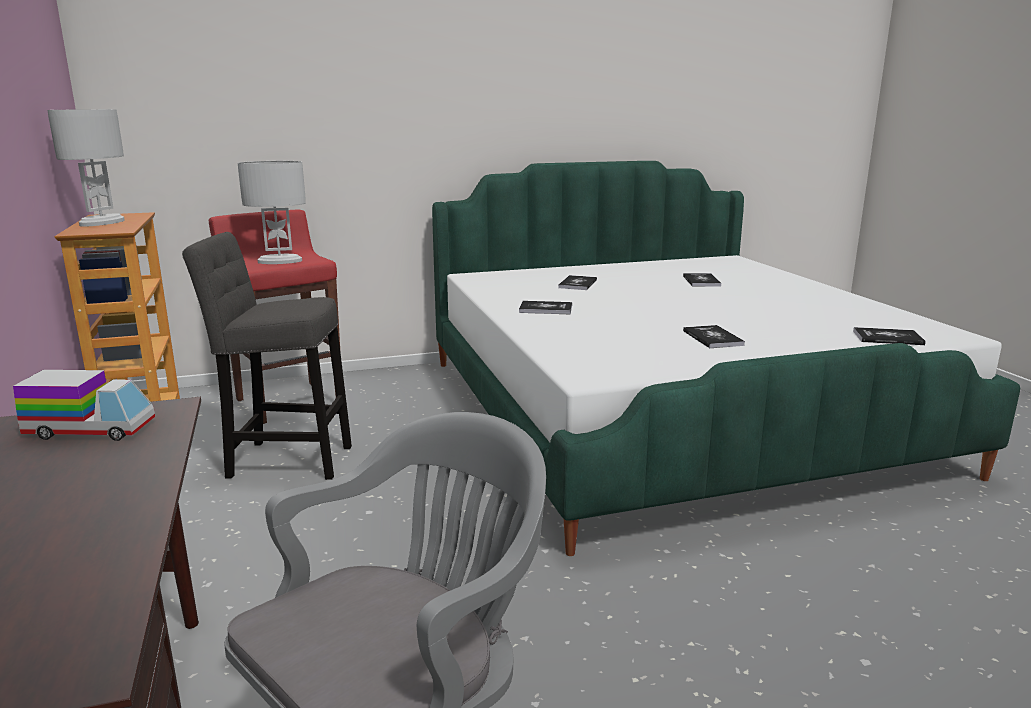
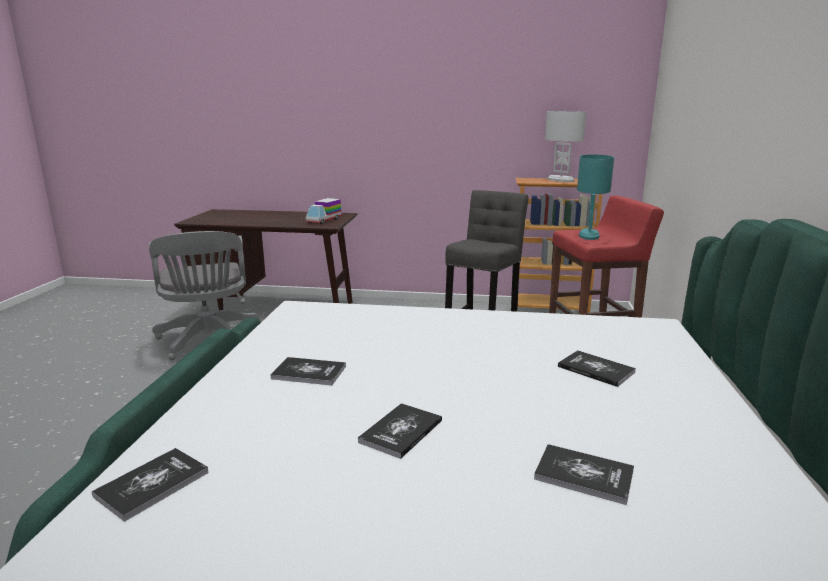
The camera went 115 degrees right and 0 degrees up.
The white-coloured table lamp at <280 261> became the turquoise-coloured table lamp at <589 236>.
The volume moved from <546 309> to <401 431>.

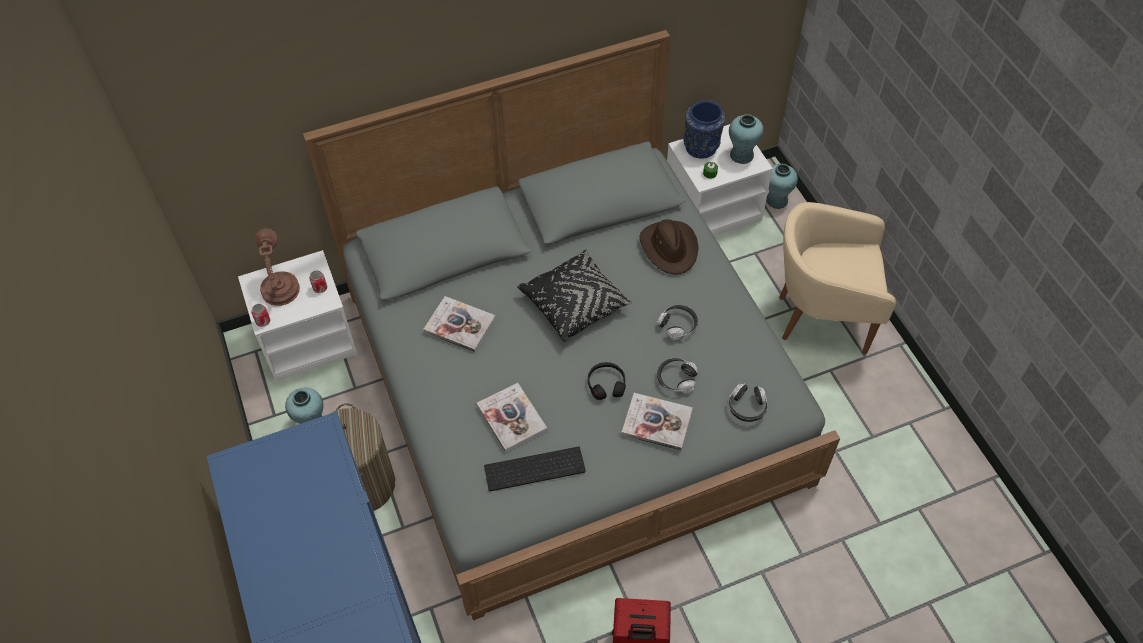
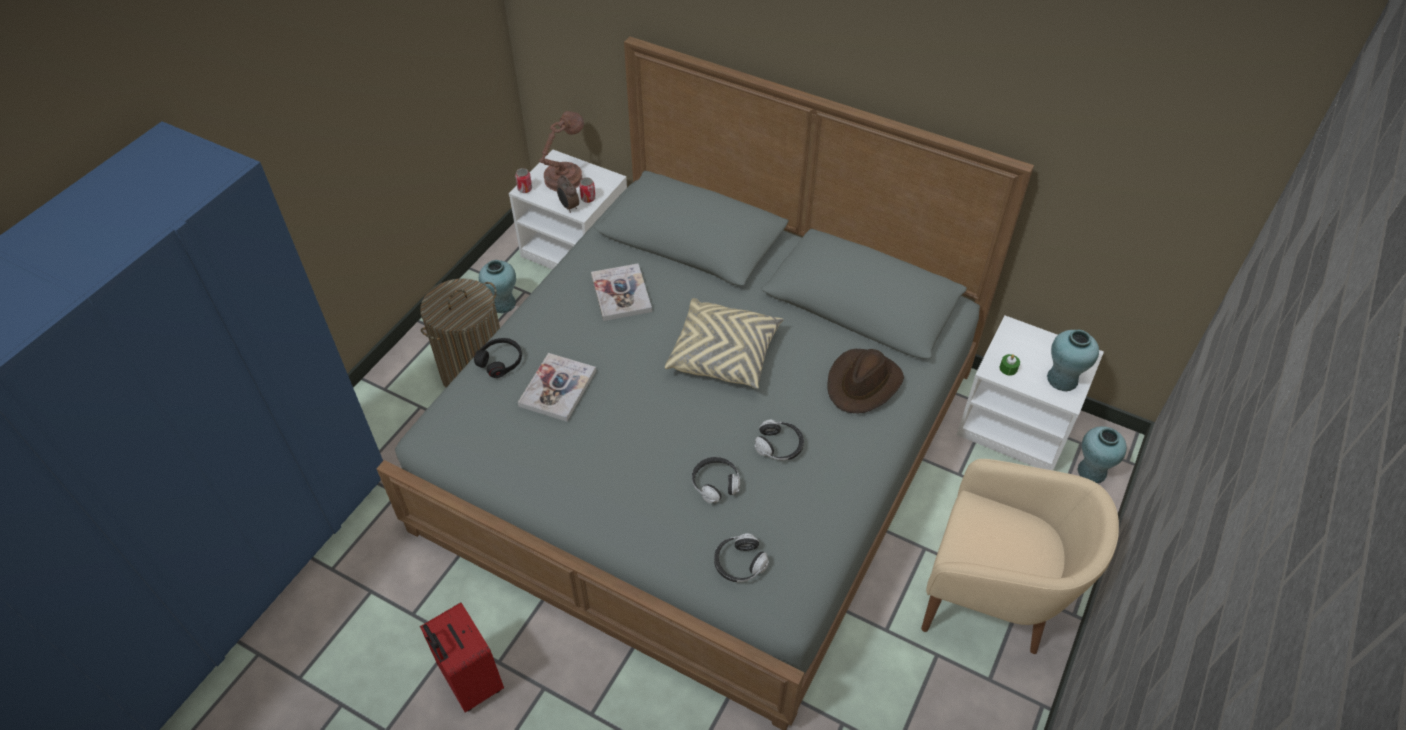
The camera went 50 degrees right and 5 degrees down.
The blue-coloured flower vase at <701 147> disappeared.
The sand-coloured armchair at <820 318> turned 150 degrees clockwise.
The blackish throw pillow at <574 303> became the sand-coloured throw pillow at <724 354>.
The blackish pair of headphones moved from <606 384> to <500 361>.
The volume at <657 422> disappeared.
The PC keyboard at <534 471> disappeared.
The table clock at <568 207> appeared.

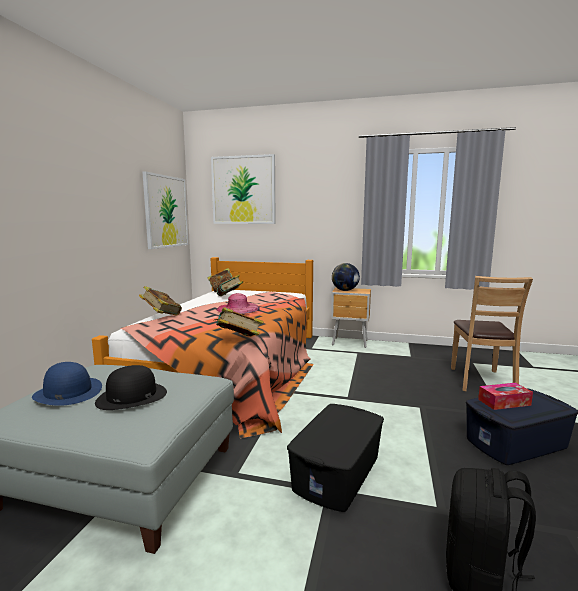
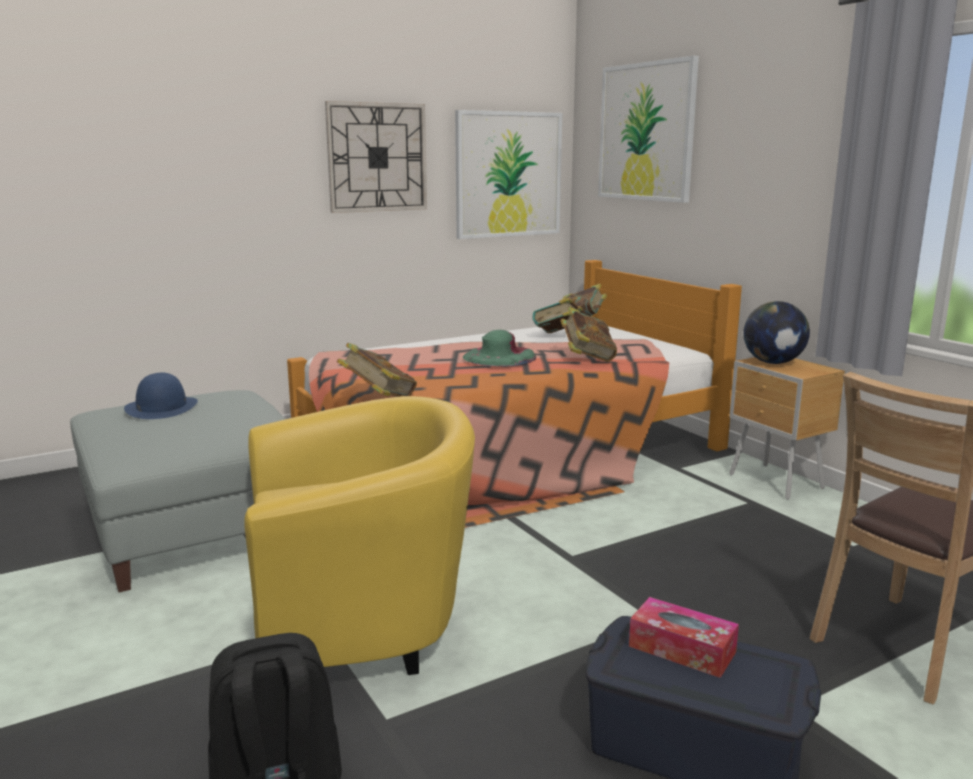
The camera went 45 degrees right and 5 degrees up.
The volume moved from <161 315> to <587 358>.
The pinkish clothing hat at <238 308> became the green clothing hat at <499 356>.
The blackish clothing hat at <131 396> disappeared.
The blackish storage container at <338 473> was replaced by the yellowish armchair at <363 625>.
The wall clock at <377 157> appeared.

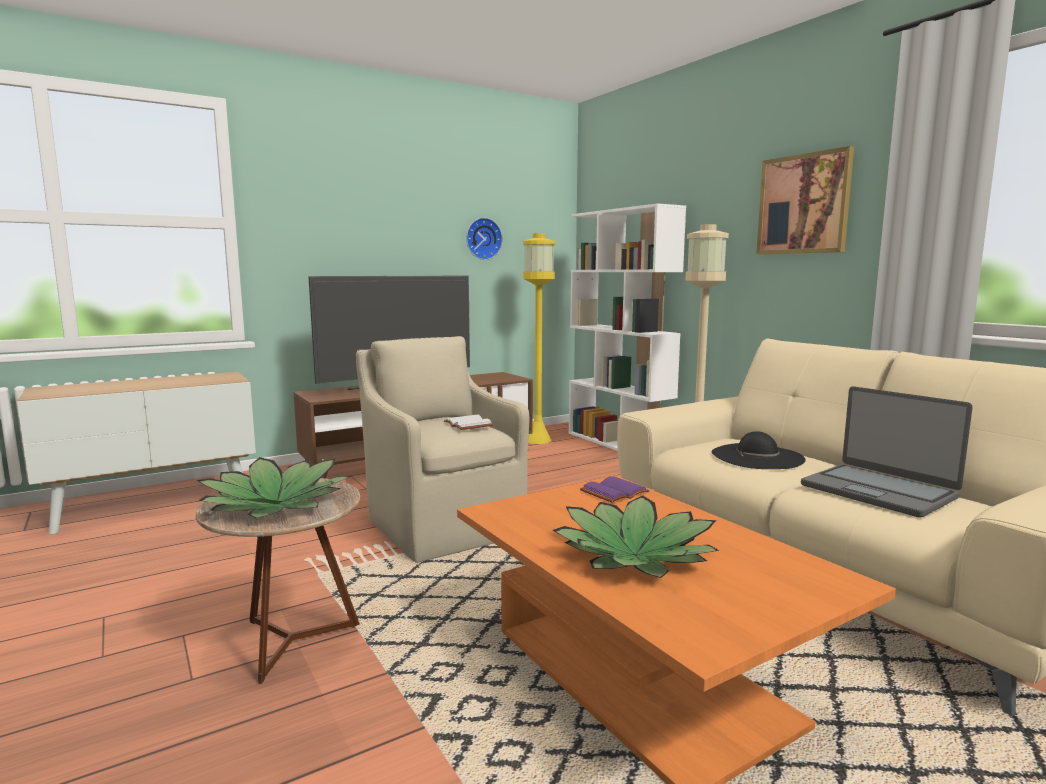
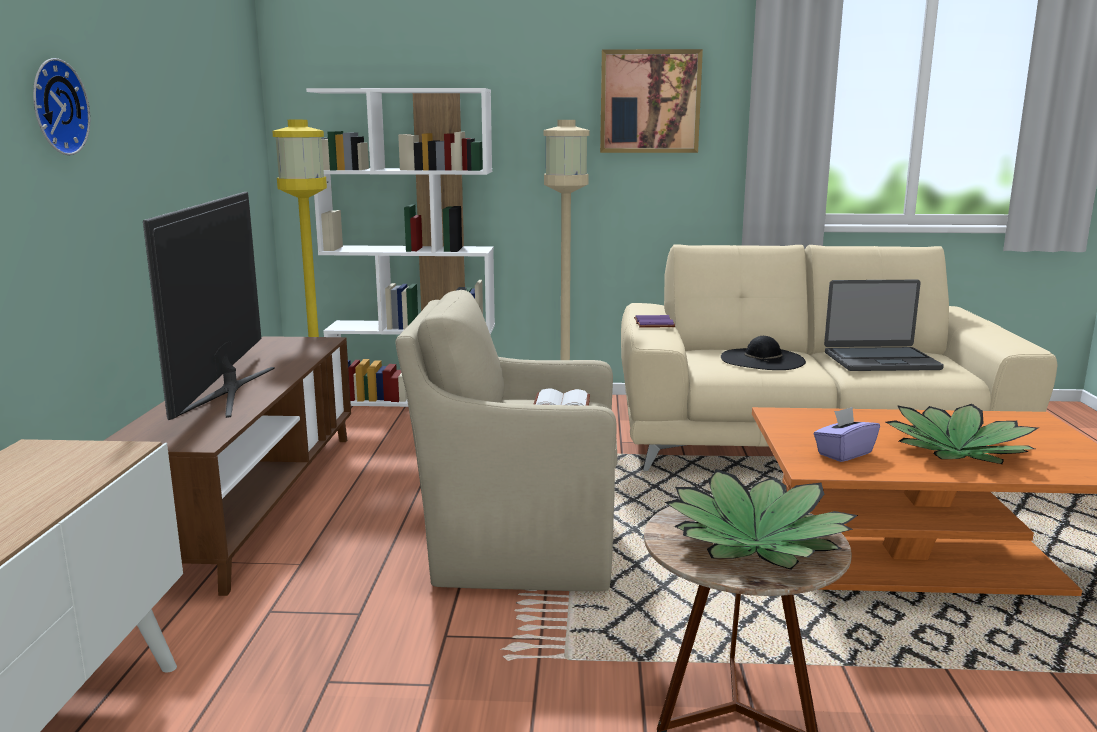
The camera went 55 degrees left and 5 degrees up.
The wall clock moved from <482 239> to <55 107>.
The purple-coloured volume moved from <615 493> to <655 324>.
The purple-coloured box of tissues at <844 453> appeared.

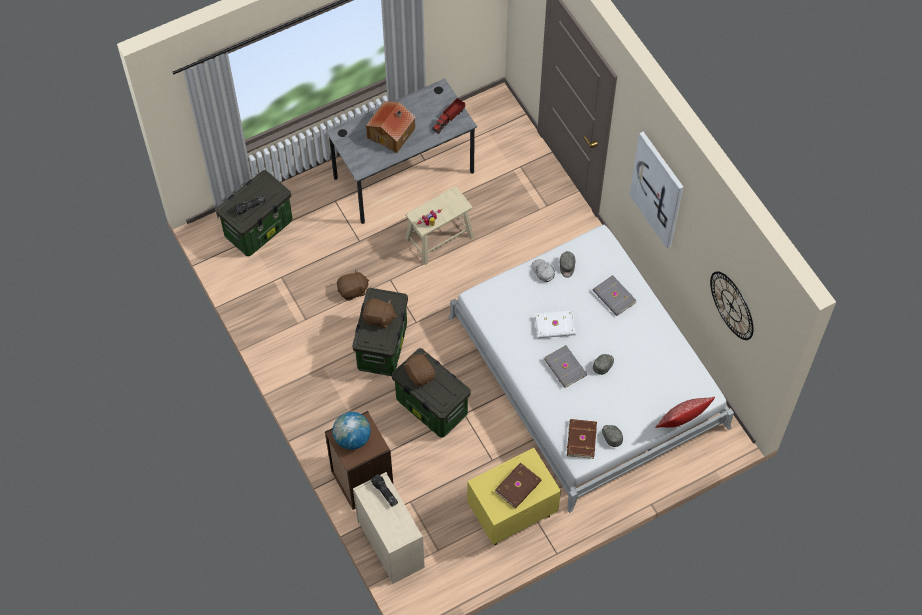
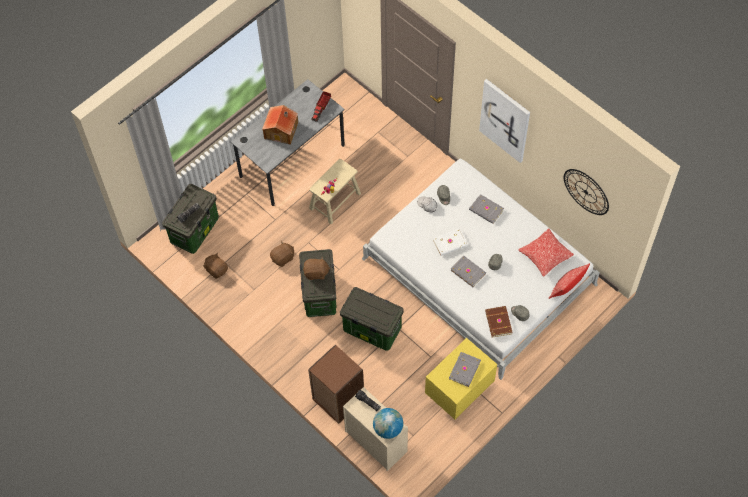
The camera went 15 degrees left and 0 degrees up.
The brown-coloured soft toy moved from <420 374> to <216 269>.
The globe moved from <352 438> to <388 428>.
The brown-coloured volume at <518 487> became the greyish volume at <465 370>.
The throw pillow at <545 255> appeared.

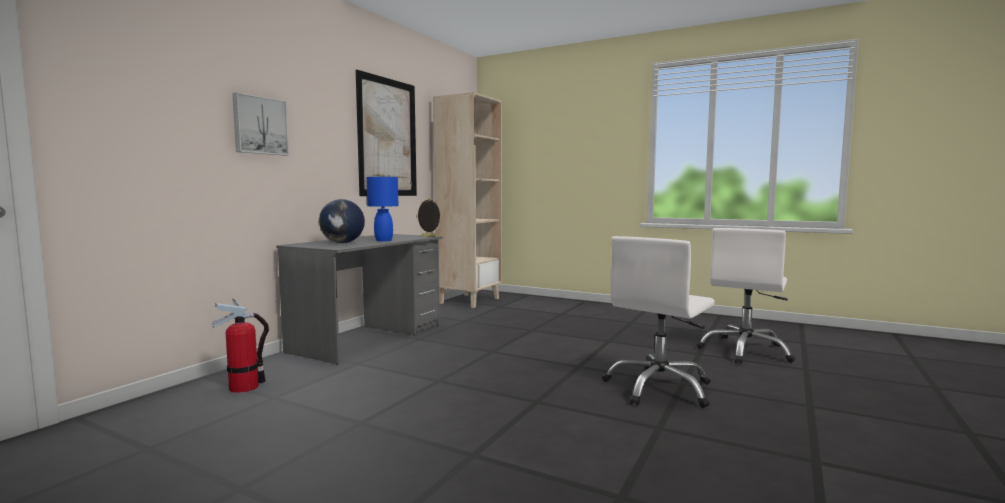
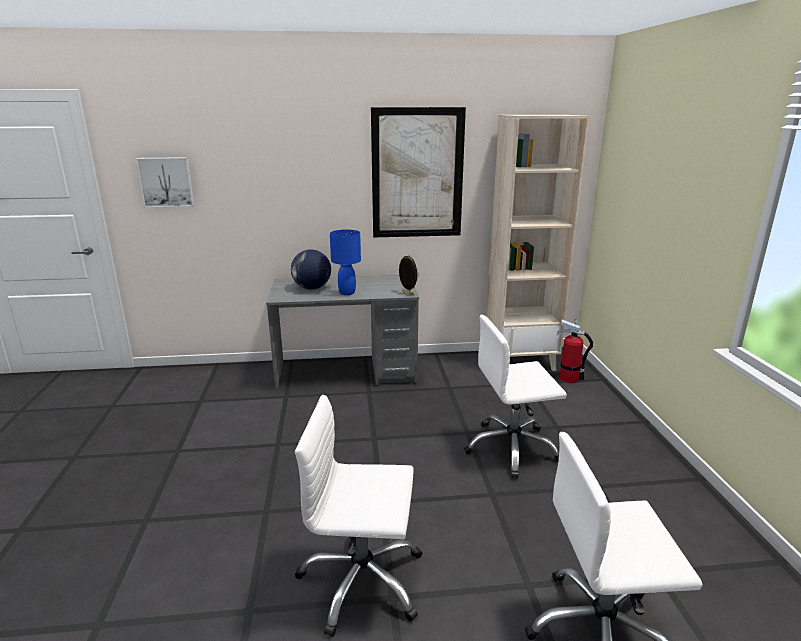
The camera went 55 degrees right and 15 degrees up.
The picture moved from <259 125> to <166 182>.
The extinguisher moved from <244 387> to <569 378>.
The white-coloured computer chair at <512 448> appeared.

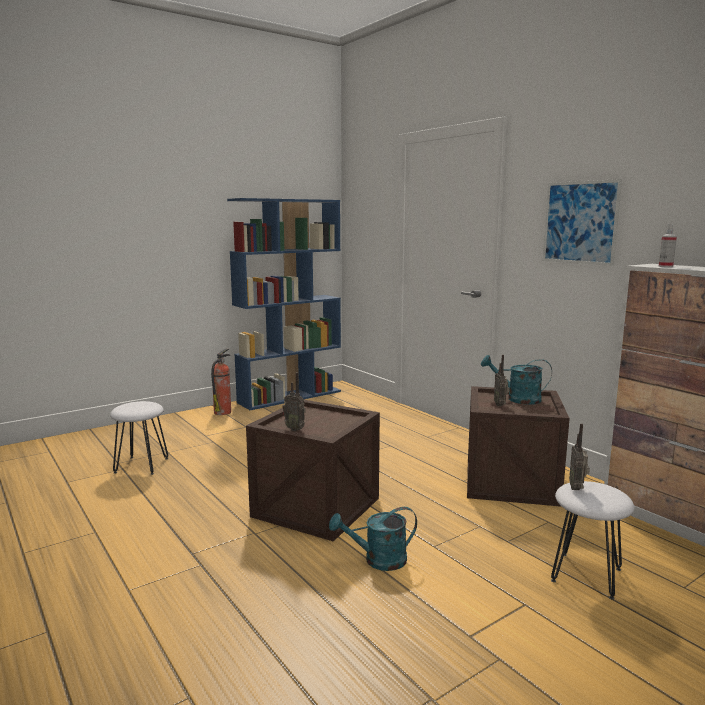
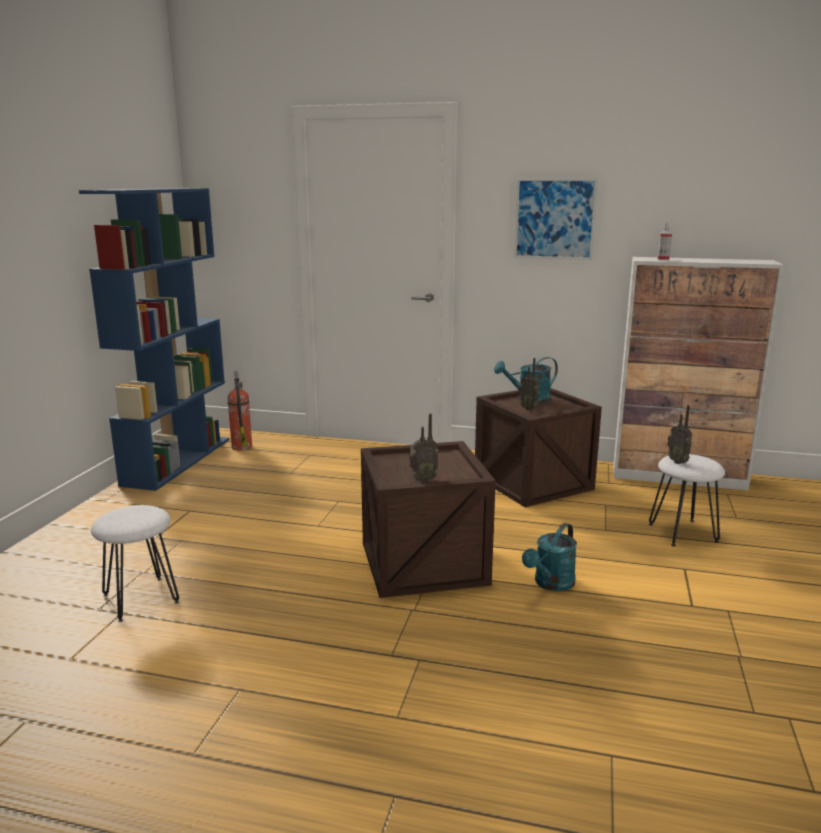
The camera went 40 degrees left and 5 degrees up.
The extinguisher moved from <223 412> to <241 446>.

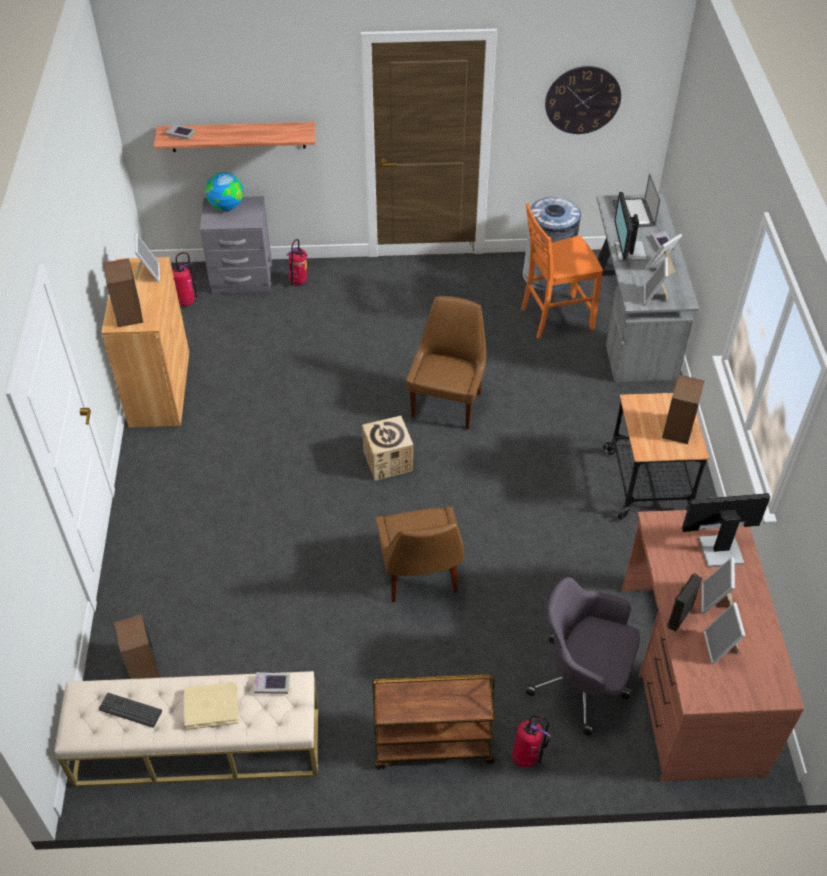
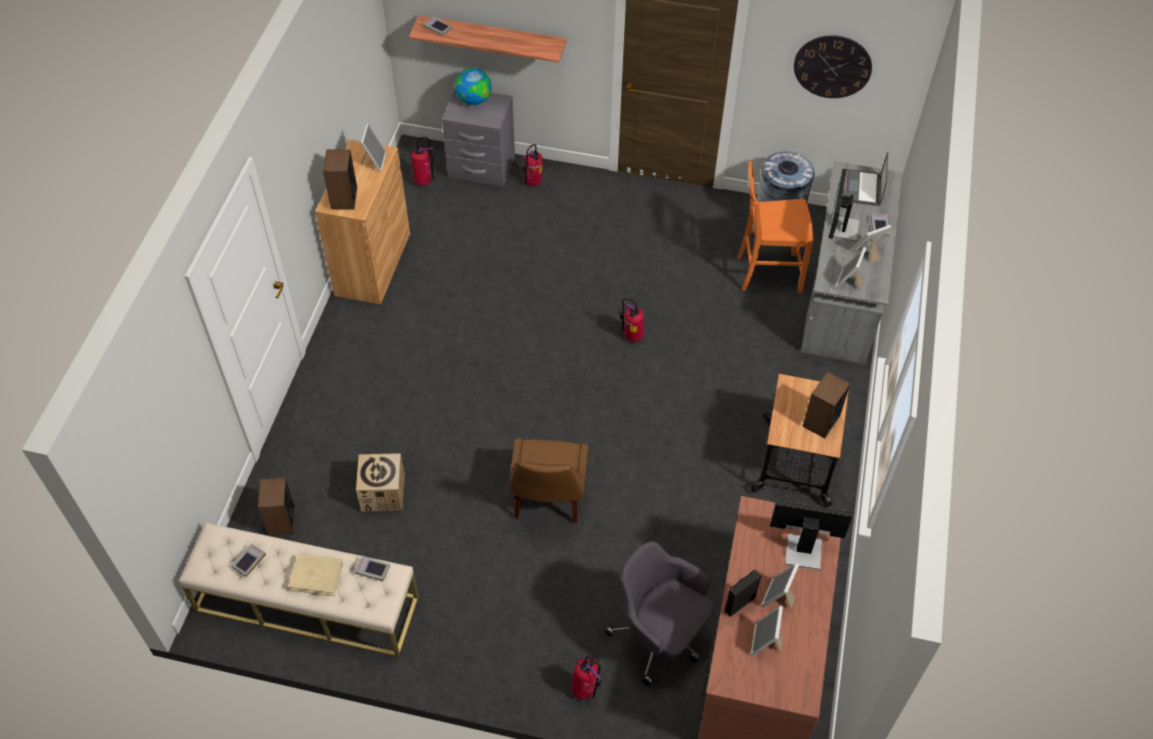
The camera went 15 degrees right and 5 degrees up.
The brown-coloured plain chair at <447 402> was replaced by the extinguisher at <632 337>.
The carton moved from <388 461> to <383 493>.
The brown-coloured cart at <432 745> disappeared.
The PC keyboard at <130 710> was replaced by the volume at <249 561>.

